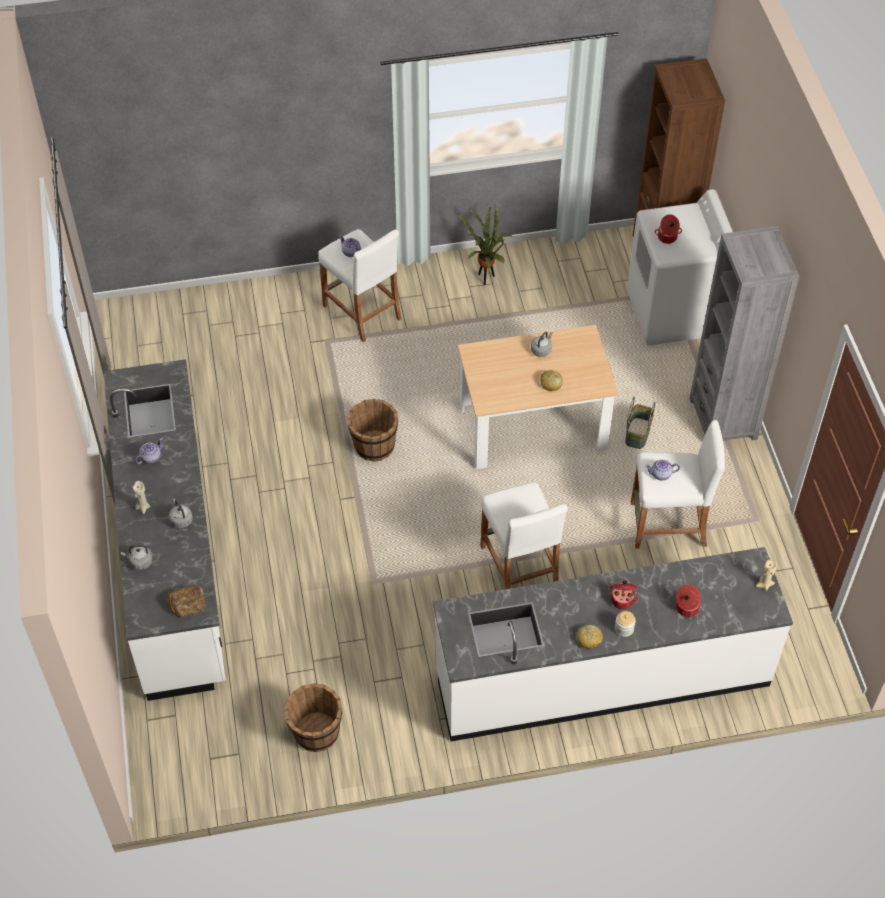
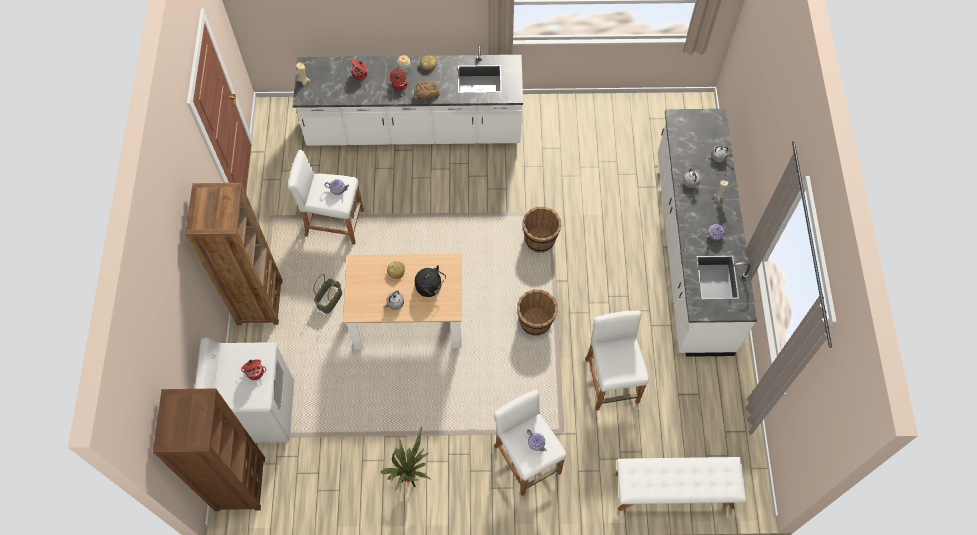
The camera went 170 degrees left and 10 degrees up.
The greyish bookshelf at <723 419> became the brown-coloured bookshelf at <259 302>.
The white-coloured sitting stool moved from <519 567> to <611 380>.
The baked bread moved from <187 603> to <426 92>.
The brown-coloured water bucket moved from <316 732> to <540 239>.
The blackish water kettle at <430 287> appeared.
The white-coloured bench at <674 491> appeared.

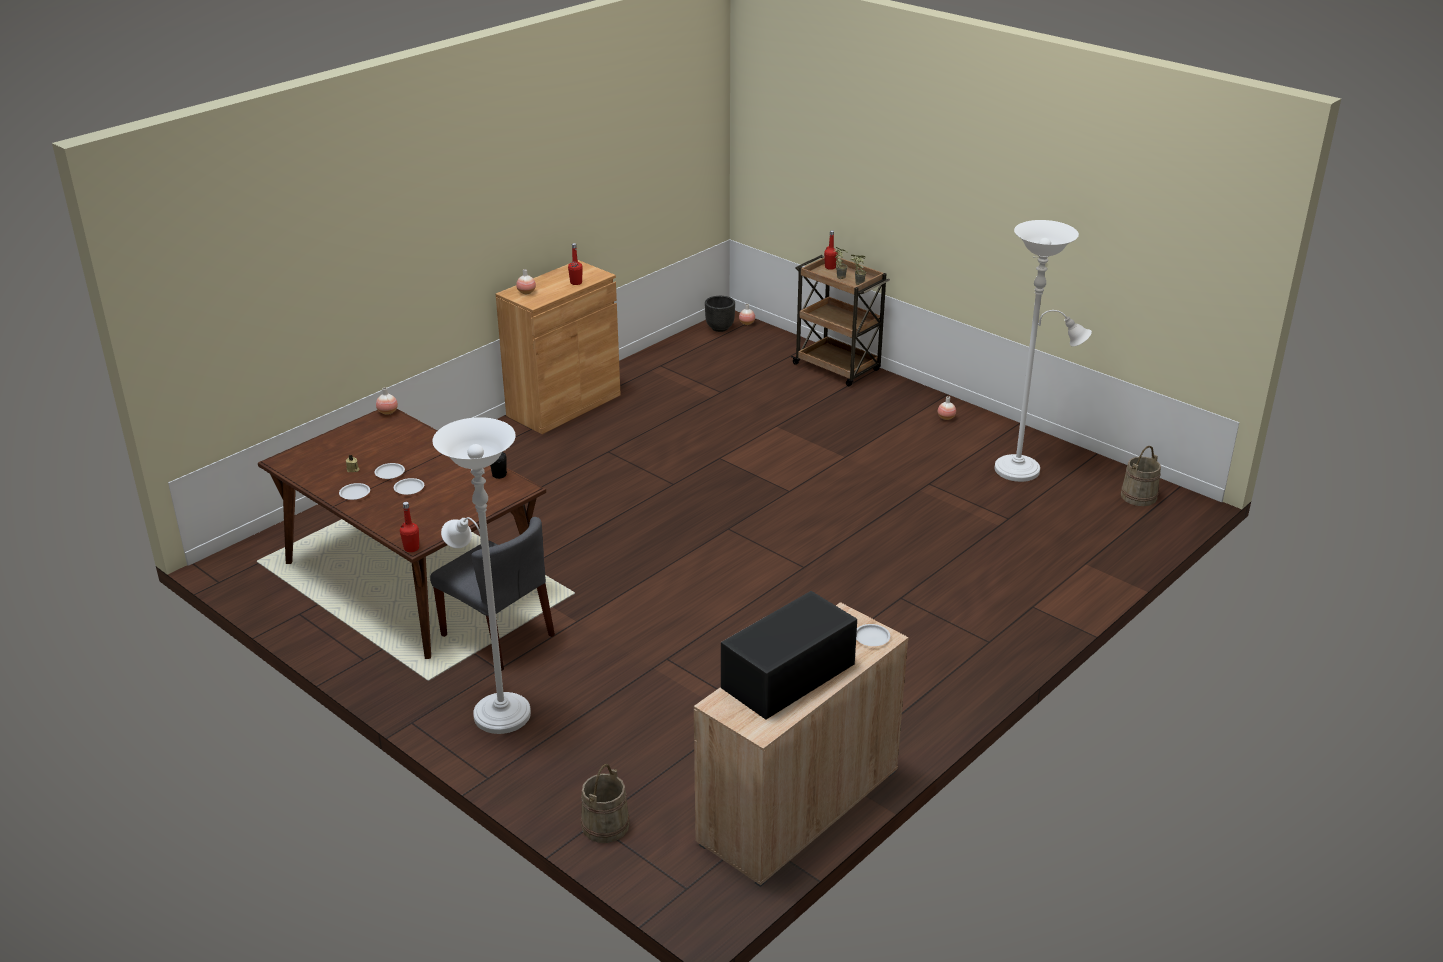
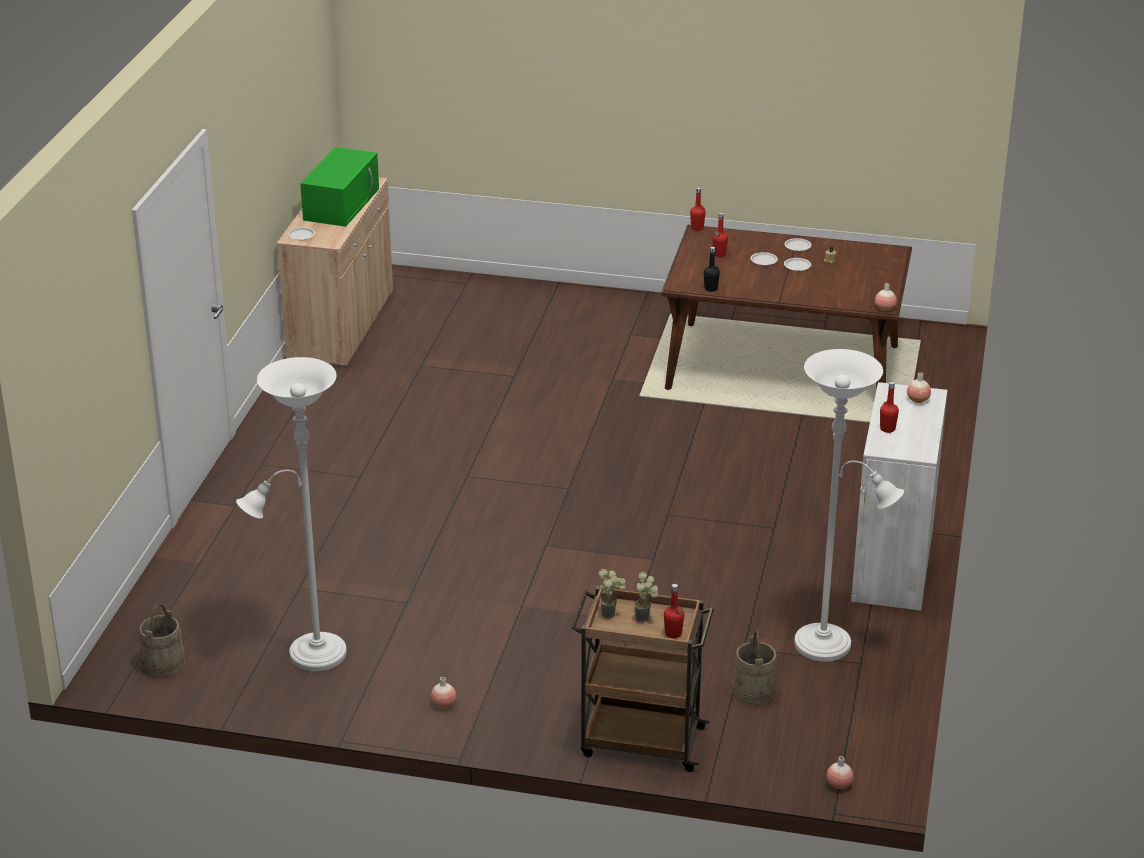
The camera went 150 degrees right and 0 degrees up.
The brown-coloured cabinet at <564 405> became the white-coloured cabinet at <892 566>.
The blackish plant pot at <720 328> disappeared.
The white-coloured standard lamp moved from <497 711> to <830 646>.
The greyish plain chair at <498 636> disappeared.
The blackish microwave at <787 677> became the green microwave at <341 203>.
The sand-coloured water bucket moved from <605 825> to <754 690>.
The reddish beverage bottle at <719 254> appeared.

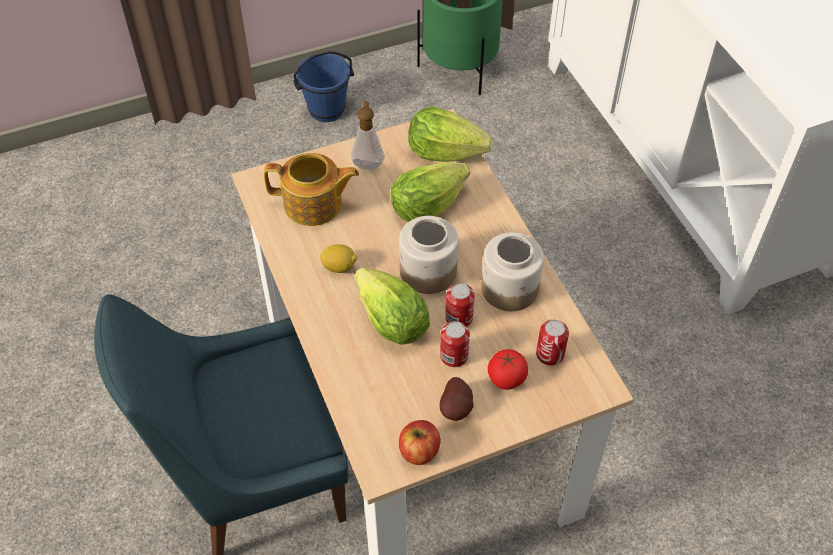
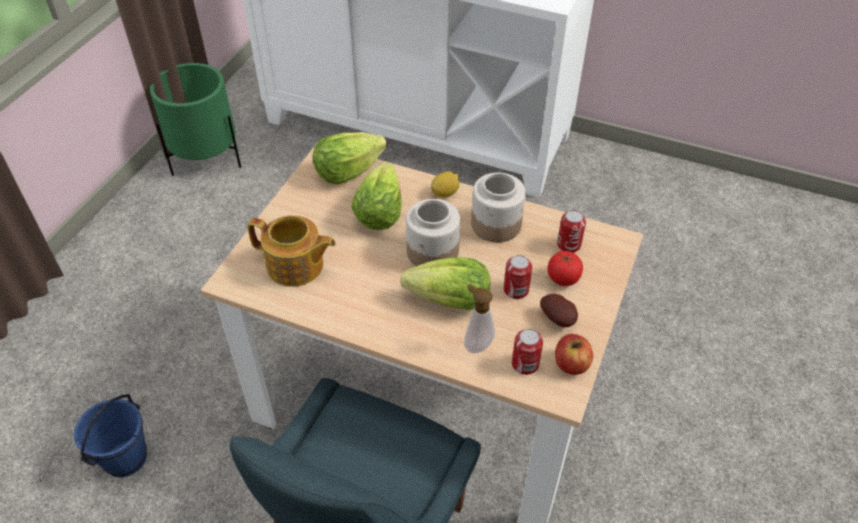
The camera went 45 degrees left and 5 degrees down.
The blue-coloured water bucket moved from <326 110> to <125 458>.
The soap bottle moved from <368 163> to <476 344>.
The tea pot at <314 204> turned 60 degrees clockwise.
The lemon moved from <339 267> to <445 193>.
The metal can moved from <459 318> to <525 364>.

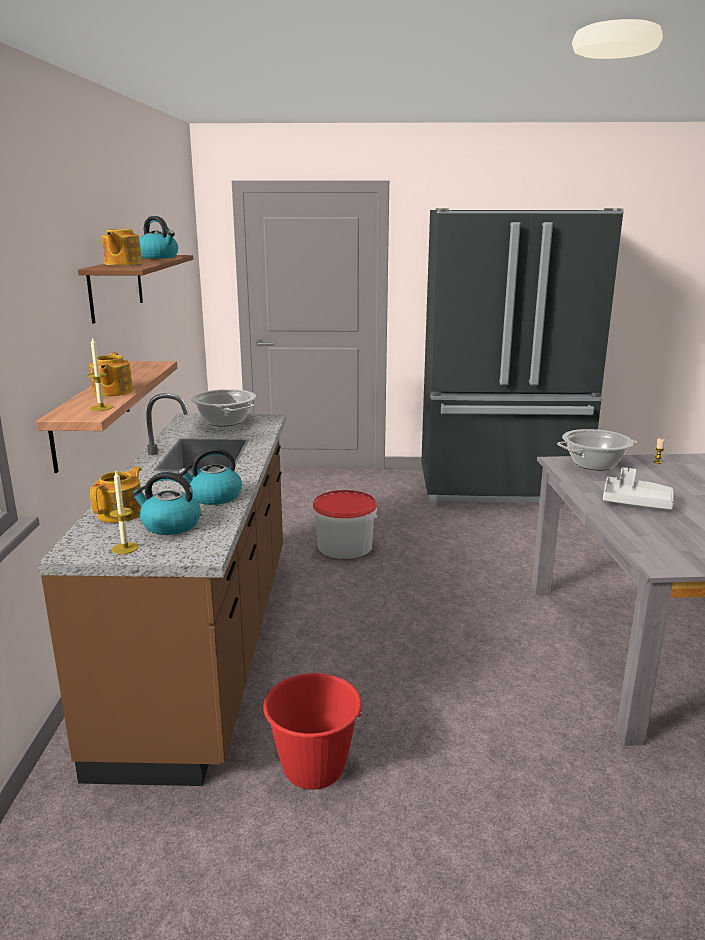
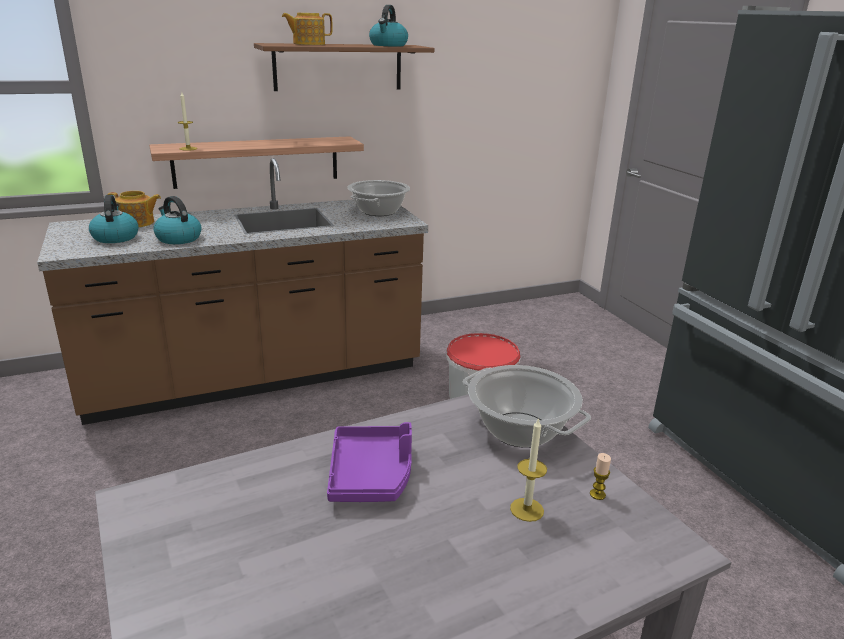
The camera went 65 degrees right and 5 degrees up.
The tea pot at <112 392> disappeared.
The greyish tray at <636 502> became the purple-coloured tray at <371 474>.
The wax candle moved from <125 548> to <527 509>.
The reddish water bucket at <313 769> disappeared.

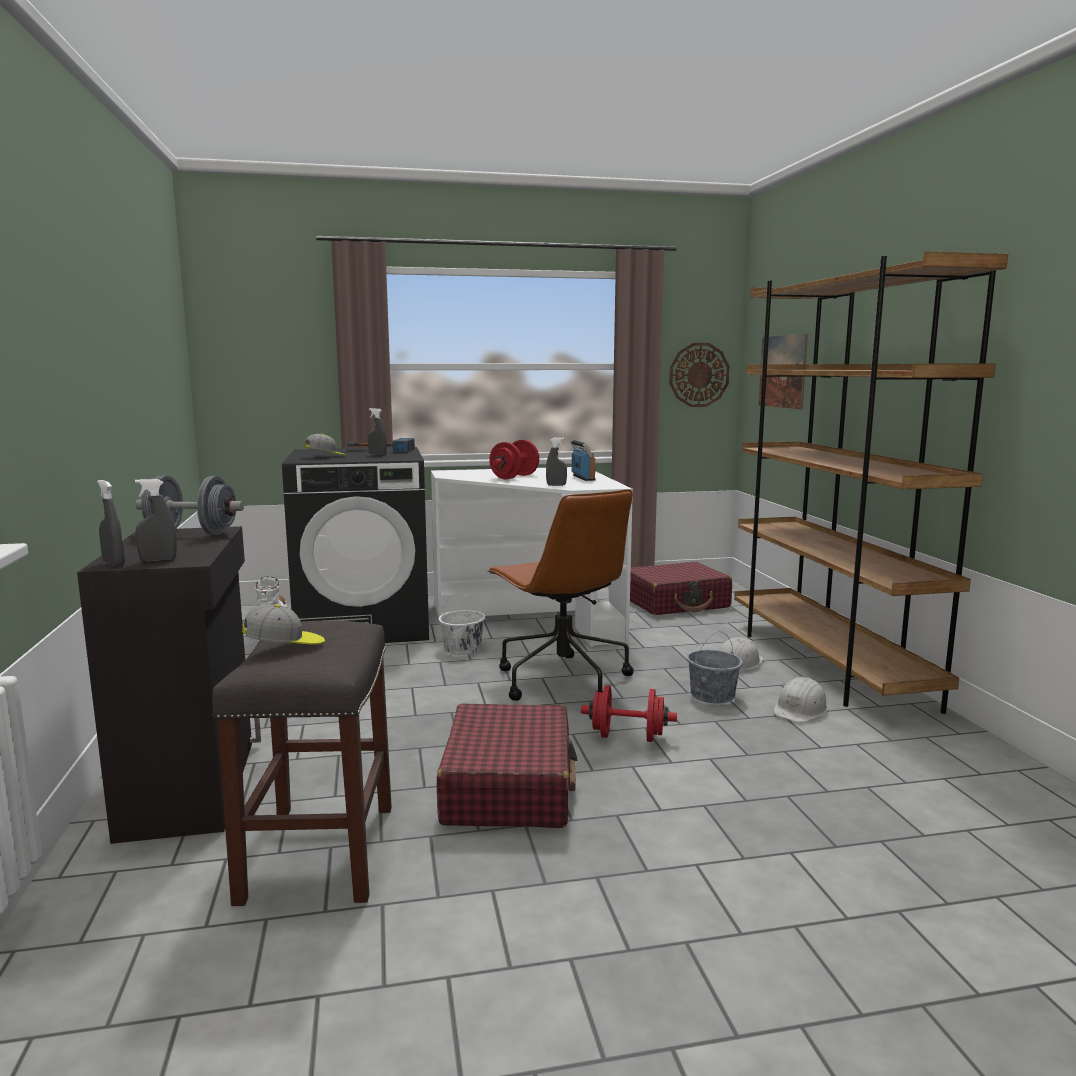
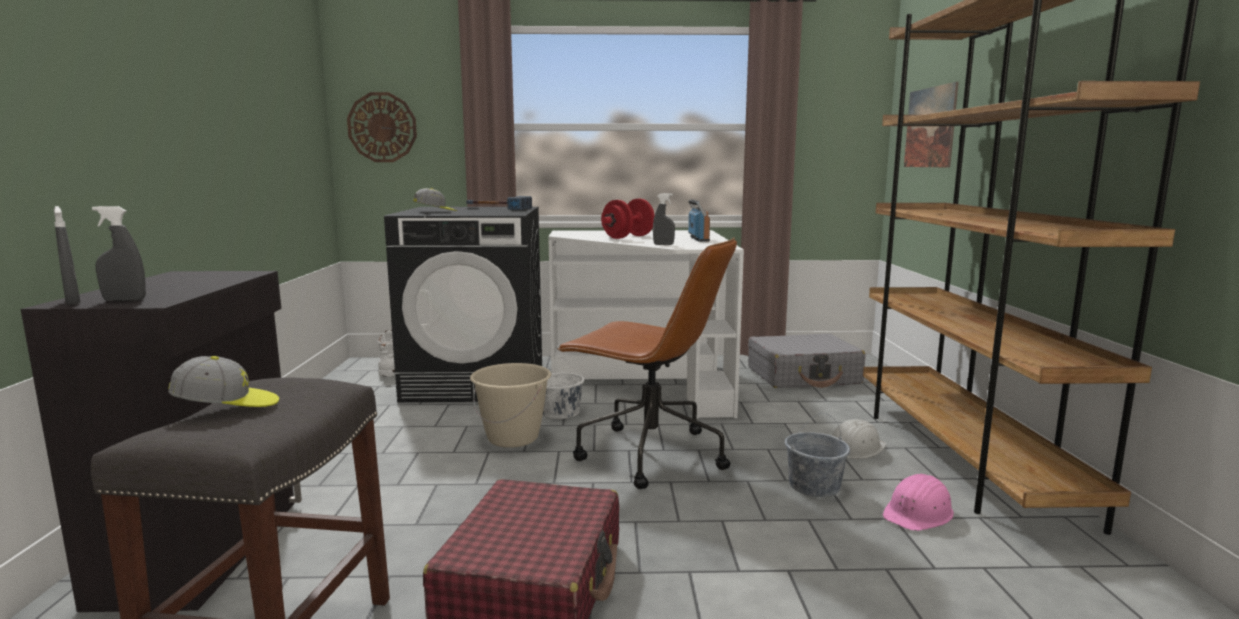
The camera went 10 degrees right and 0 degrees up.
The wall clock moved from <699 375> to <382 127>.
The greyish spray bottle at <377 455> disappeared.
The greyish hand weight at <192 533> disappeared.
The brown-coloured computer chair at <561 680> turned 45 degrees counterclockwise.
The reddish suitcase at <676 603> became the greyish suitcase at <803 376>.
The white-coloured work helmet at <800 709> became the pinkish work helmet at <918 513>.
The reddish hand weight at <627 737> disappeared.
The sand-coloured water bucket at <513 438> appeared.

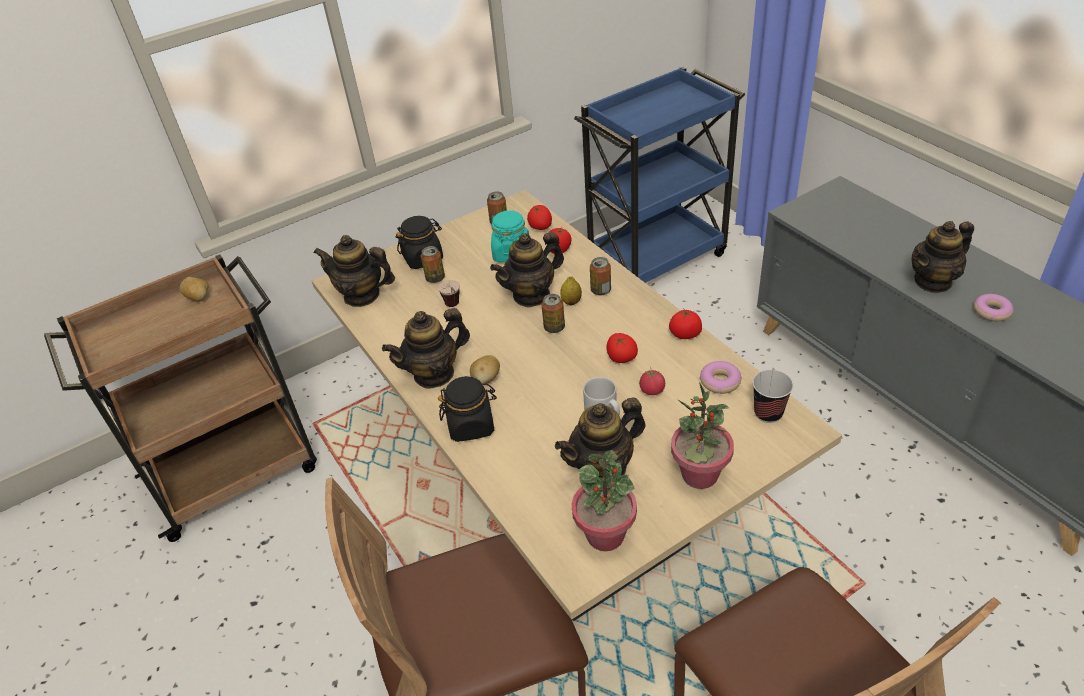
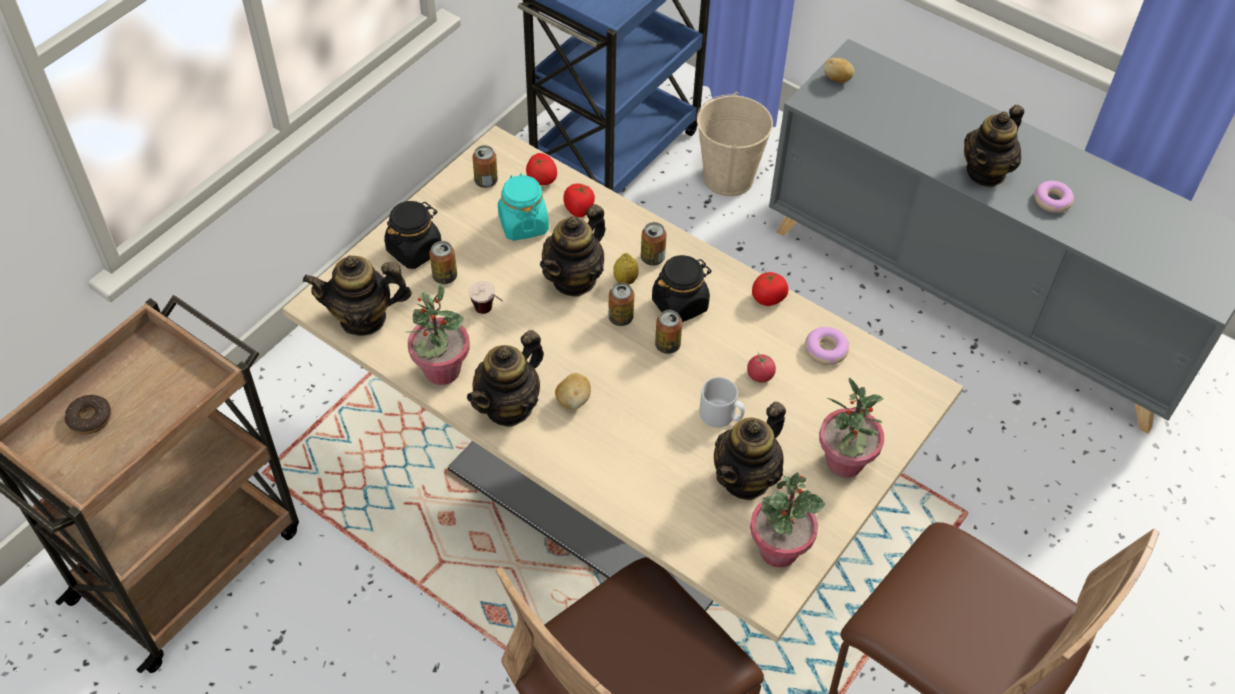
The camera went 25 degrees left and 10 degrees up.
The potato moved from <199 298> to <837 79>.
The tomato at <621 358> disappeared.
The cup at <768 413> disappeared.
The blackish preserve jar moved from <471 425> to <680 304>.
The sand-coloured water bucket at <729 177> appeared.
The houseplant at <442 370> appeared.
The metal can at <667 345> appeared.
The donut at <90 418> appeared.

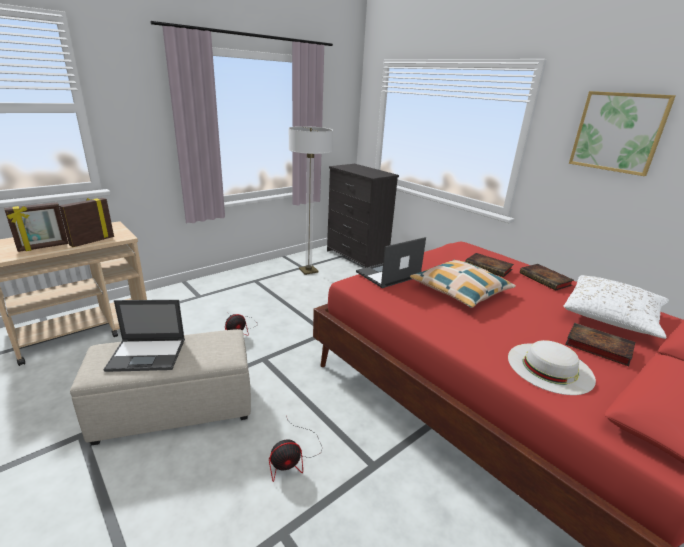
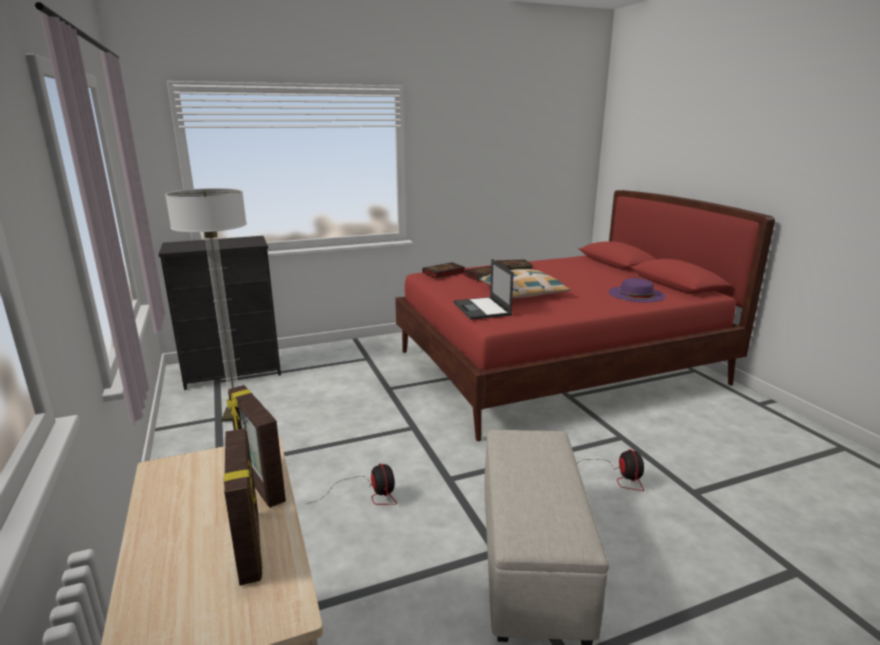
The camera went 70 degrees left and 5 degrees down.
The picture at <618 132> disappeared.
The white-coloured throw pillow at <611 316> disappeared.
The notebook computer at <148 354> disappeared.
The volume moved from <596 346> to <443 273>.
The white-coloured clothing hat at <550 367> became the purple-coloured clothing hat at <636 294>.

